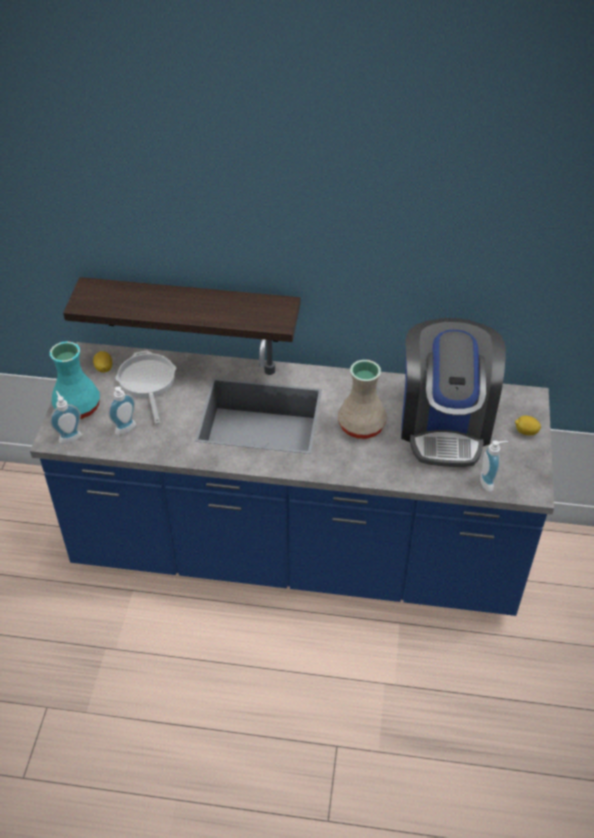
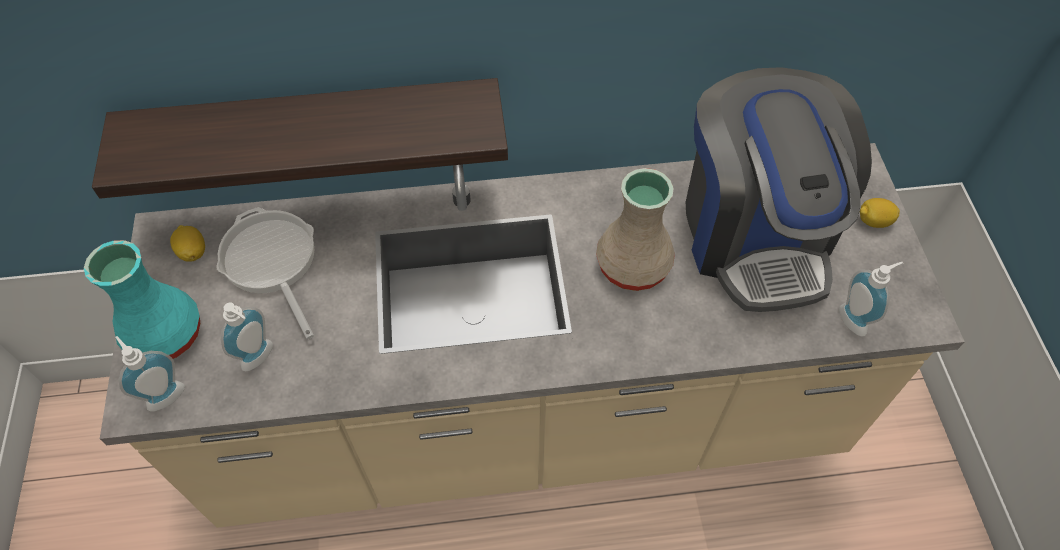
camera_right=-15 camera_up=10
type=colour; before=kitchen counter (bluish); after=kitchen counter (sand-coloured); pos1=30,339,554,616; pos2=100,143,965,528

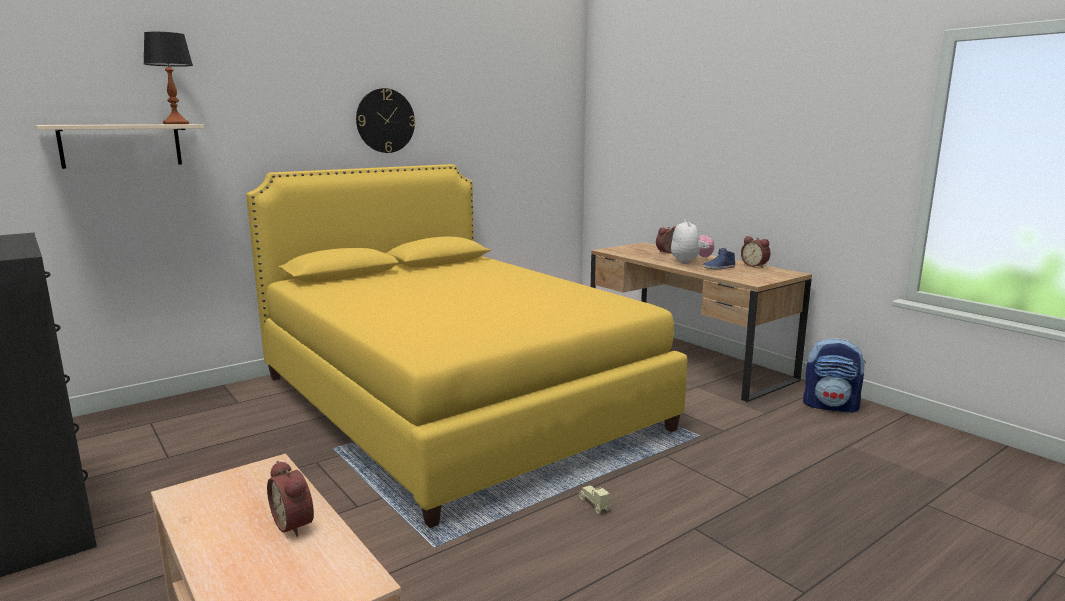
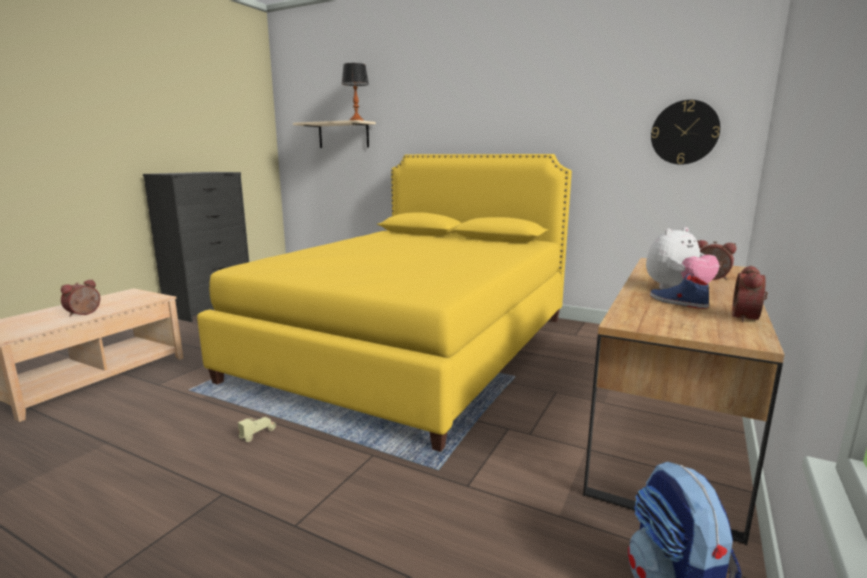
camera_right=65 camera_up=0
type=relocated; before=clock on the wall; pos1=356,88,416,153; pos2=651,100,720,165

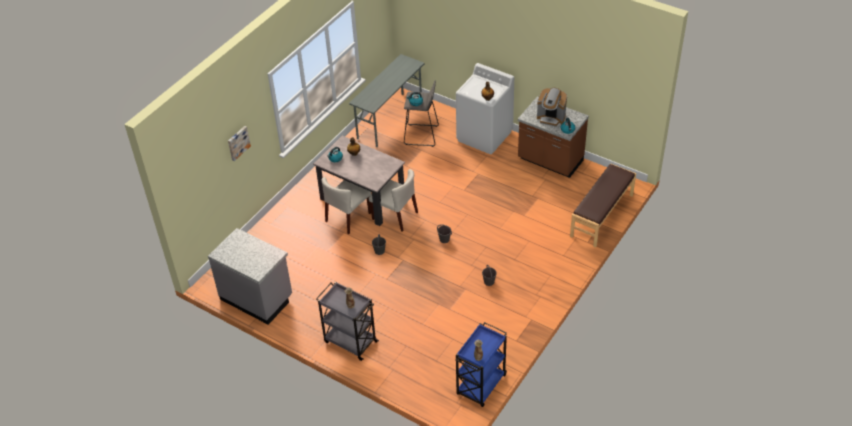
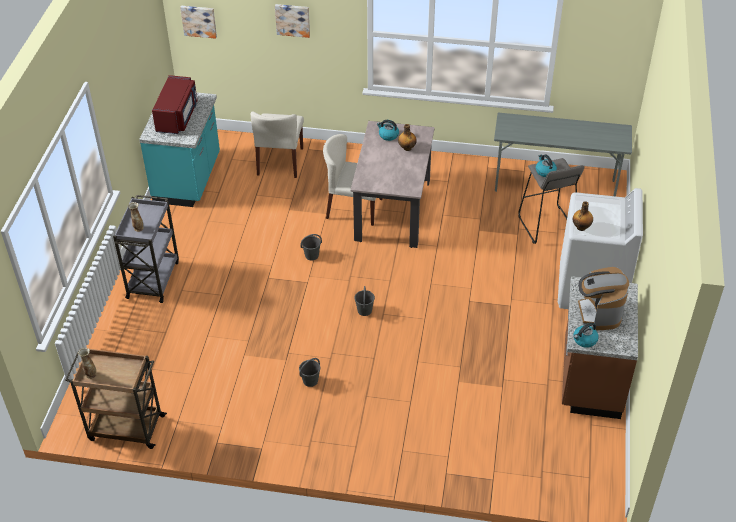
camera_right=65 camera_up=0
type=colour; before=wheeled cart (bluish); after=wheeled cart (brownish); pos1=455,322,507,407; pos2=65,349,167,449
type=colour; before=kitchen counter (greyish); after=kitchen counter (blue-green); pos1=208,228,292,325; pos2=139,92,220,207
type=appeared; after=microwave oven (red-coloured); pos2=152,75,198,134
type=appeared; after=picture; pos2=180,6,217,39
type=relocated; before=plain chair (sand-coloured); pos1=369,169,418,232; pos2=251,112,304,178
type=missing; before=indoor bench (brownish); pos1=570,164,636,247

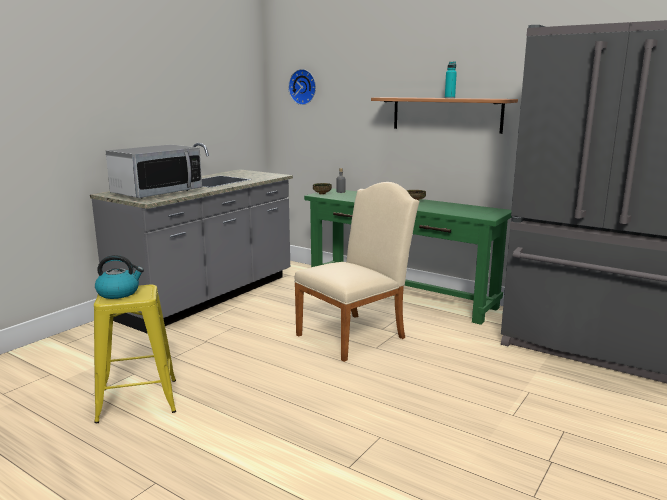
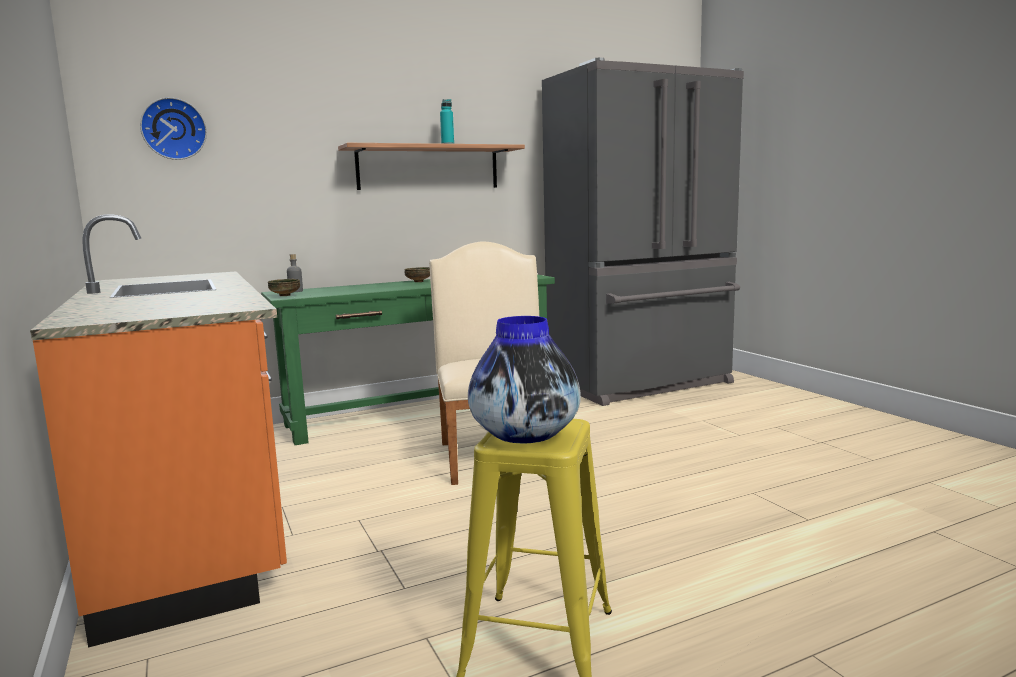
camera_right=-60 camera_up=-5
type=colour; before=kitchen counter (greyish); after=kitchen counter (orange-coloured); pos1=90,143,293,334; pos2=30,215,287,648
type=exchanged; before=kettle; after=vase; pos1=95,255,144,299; pos2=468,316,581,443
type=missing; before=microwave oven; pos1=105,144,202,199

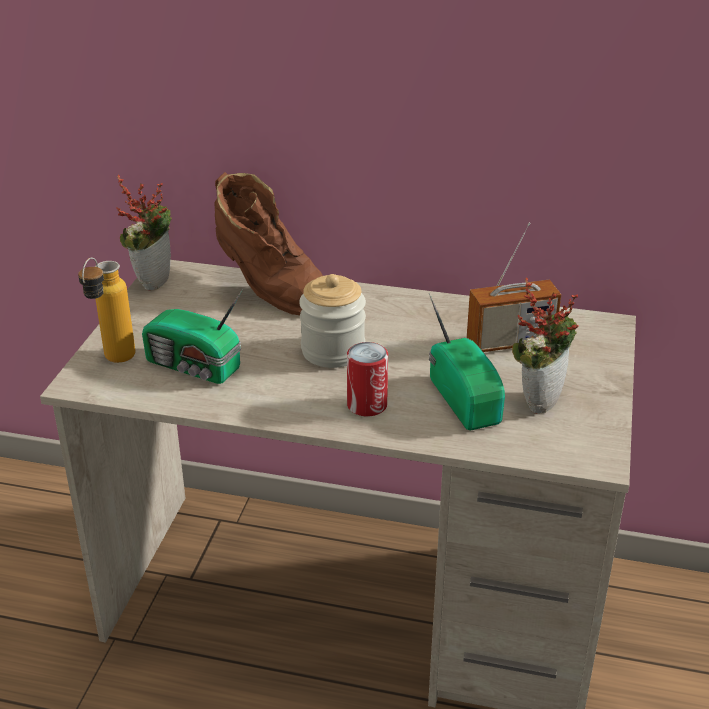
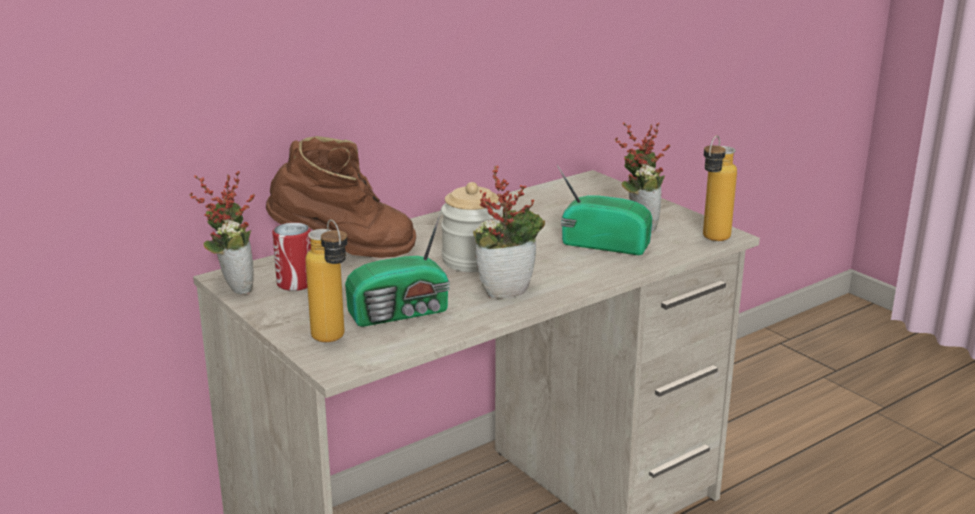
camera_right=-50 camera_up=-10
type=relocated; before=can; pos1=347,342,388,416; pos2=272,222,311,291
type=appeared; after=houseplant; pos2=473,165,545,299
type=appeared; after=drink bottle; pos2=703,135,737,241
type=missing; before=radio receiver; pos1=467,222,561,352

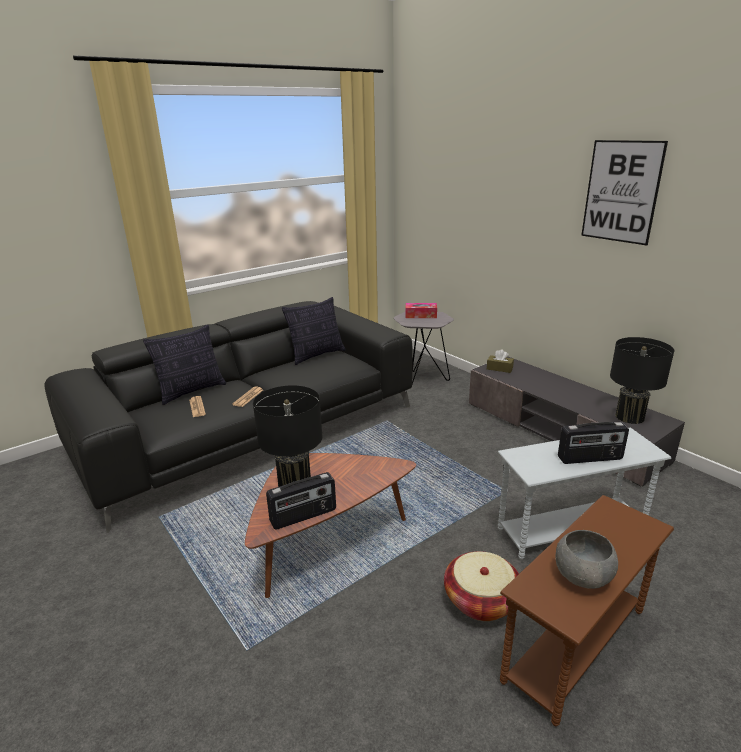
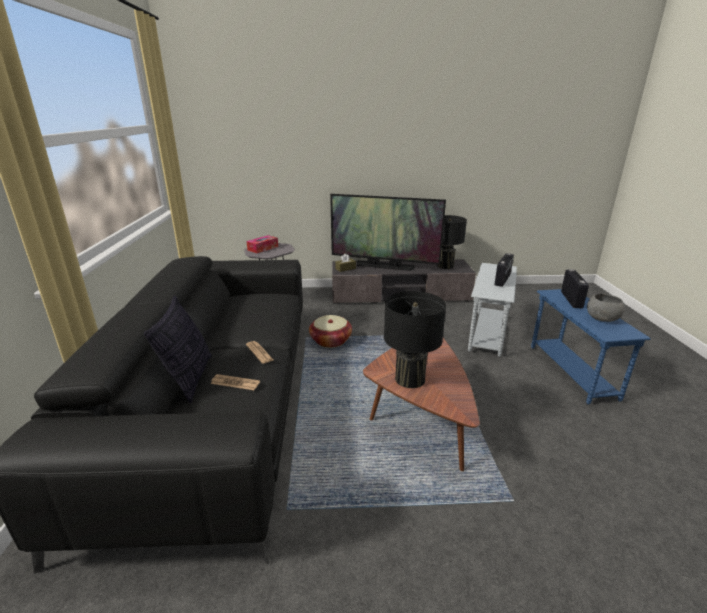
camera_right=-55 camera_up=0
type=relocated; before=household basket; pos1=444,551,519,621; pos2=309,315,352,348
type=appeared; after=TV set; pos2=330,194,446,271
type=colour; before=side table (brownish); after=side table (bluish); pos1=500,495,674,726; pos2=531,289,650,405
type=relocated; before=radio receiver; pos1=266,472,336,530; pos2=561,269,589,309
type=missing; before=throw pillow; pos1=282,297,346,365
type=missing; before=picture; pos1=581,140,668,245

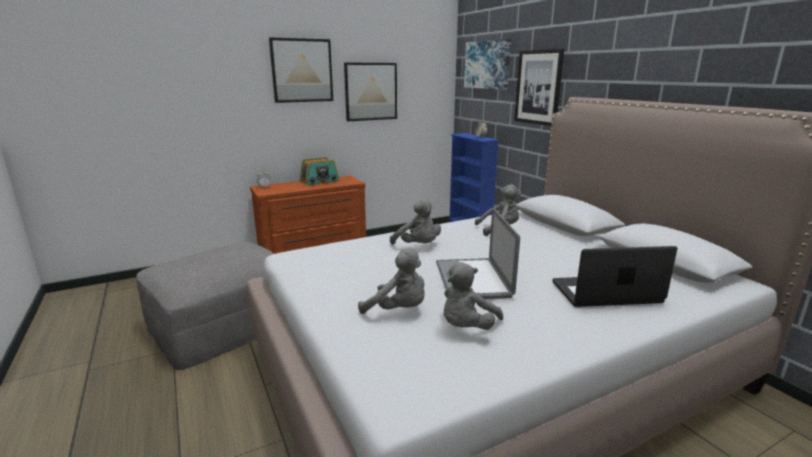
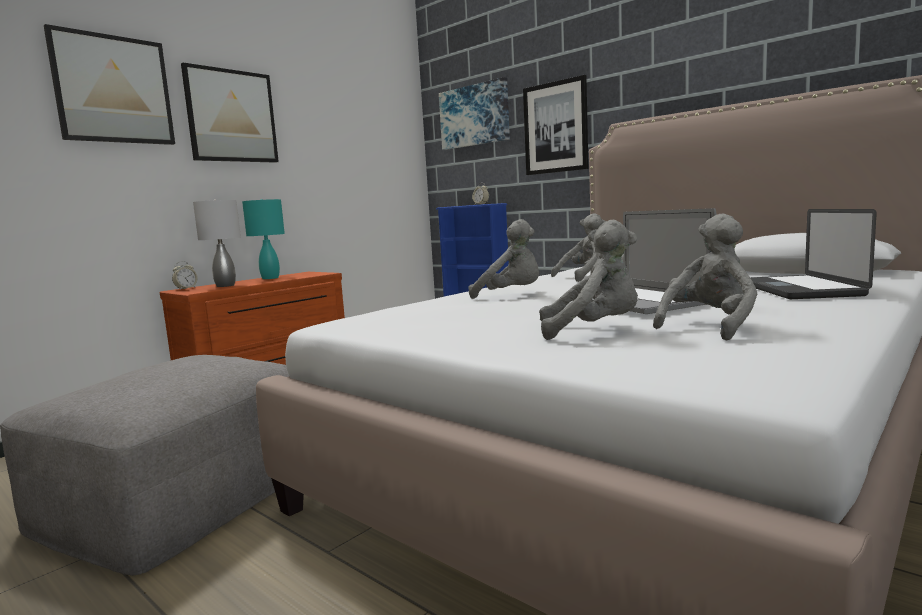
camera_right=-20 camera_up=-10
type=relocated; before=picture; pos1=344,63,397,121; pos2=44,24,175,145
type=appeared; after=table lamp (greyish); pos2=193,200,241,287
type=exchanged; before=radio receiver; after=table lamp (blue-green); pos1=299,157,340,186; pos2=242,199,285,279
type=spun; before=soft toy (greyish); pos1=444,262,503,330; pos2=653,214,757,341; turn=-150
type=spun; before=laptop; pos1=553,246,677,307; pos2=751,209,877,299; turn=-60

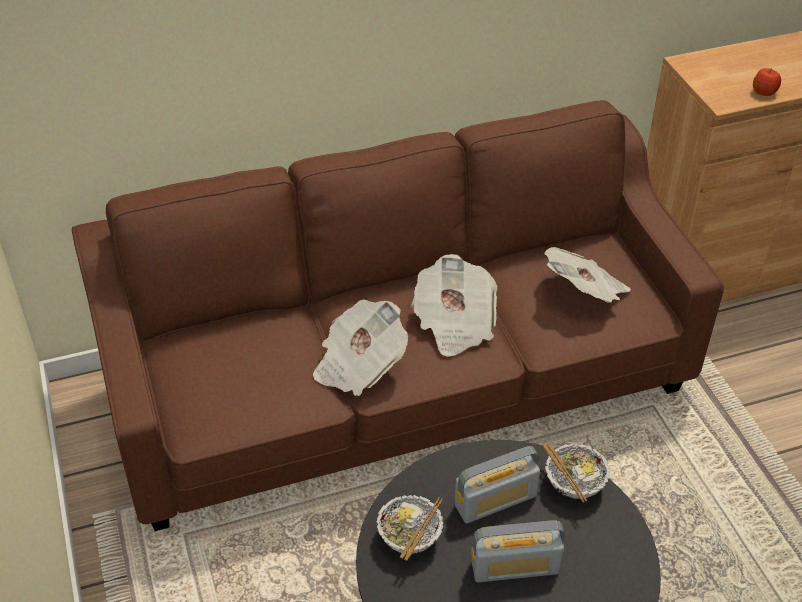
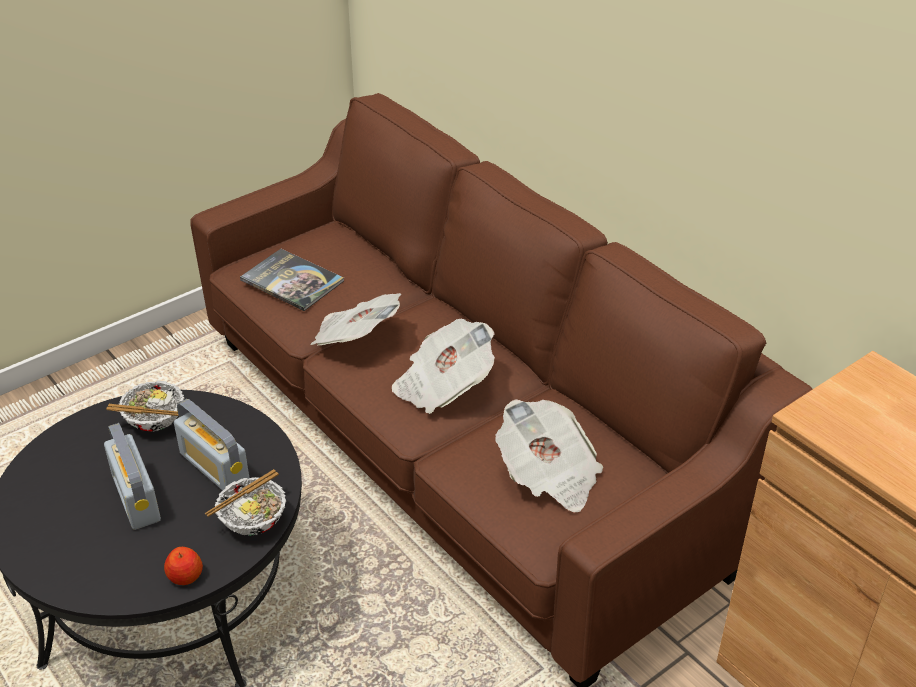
camera_right=70 camera_up=-5
type=relocated; before=apple fruit; pos1=753,68,781,96; pos2=164,547,203,585
type=appeared; after=volume; pos2=240,249,344,311

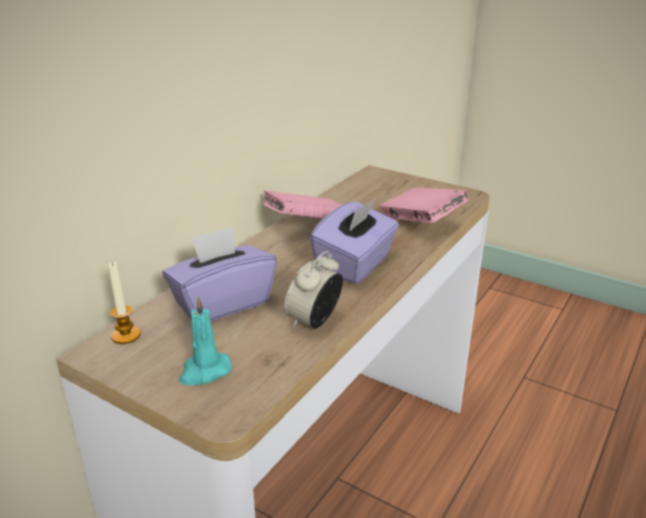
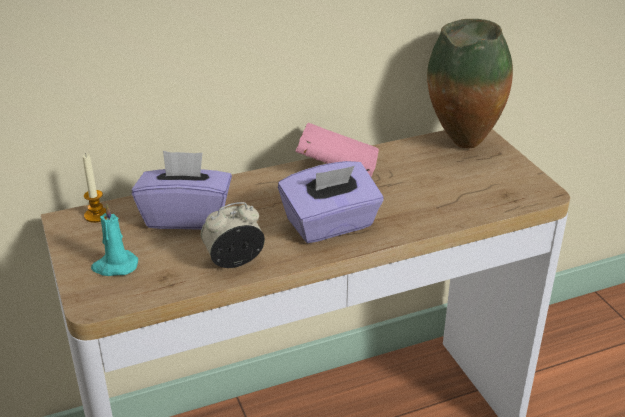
camera_right=35 camera_up=5
type=appeared; after=vase; pos2=427,19,513,149
type=missing; before=volume (pinkish); pos1=380,187,469,224

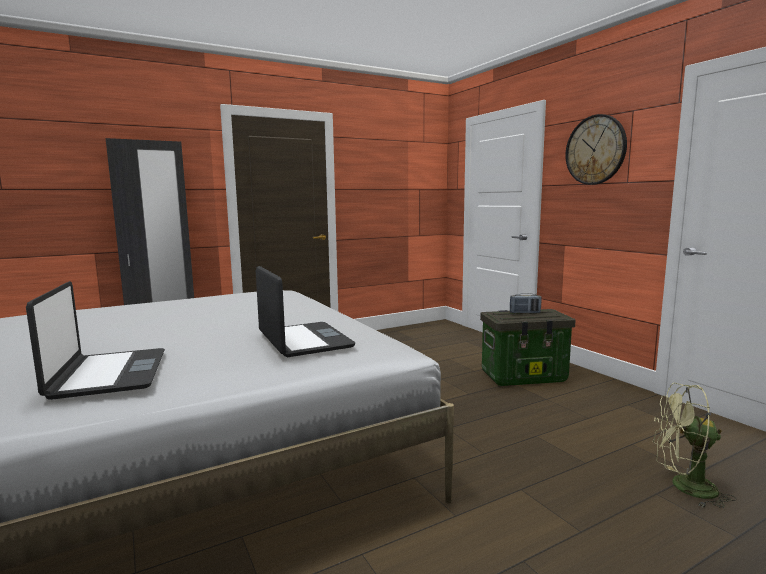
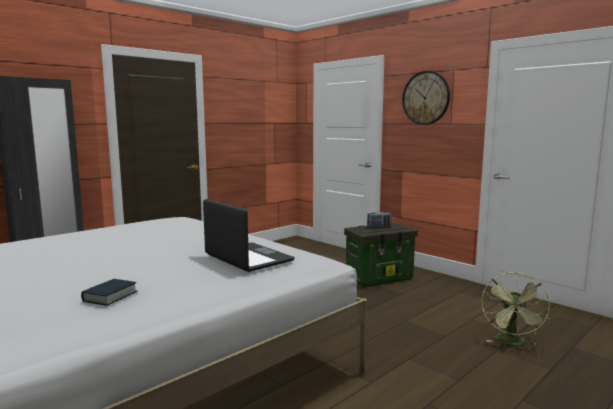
camera_right=-15 camera_up=0
type=exchanged; before=laptop; after=volume; pos1=26,281,165,400; pos2=81,279,138,306
type=spun; before=fan (greenish); pos1=653,383,737,508; pos2=481,272,551,346; turn=-75

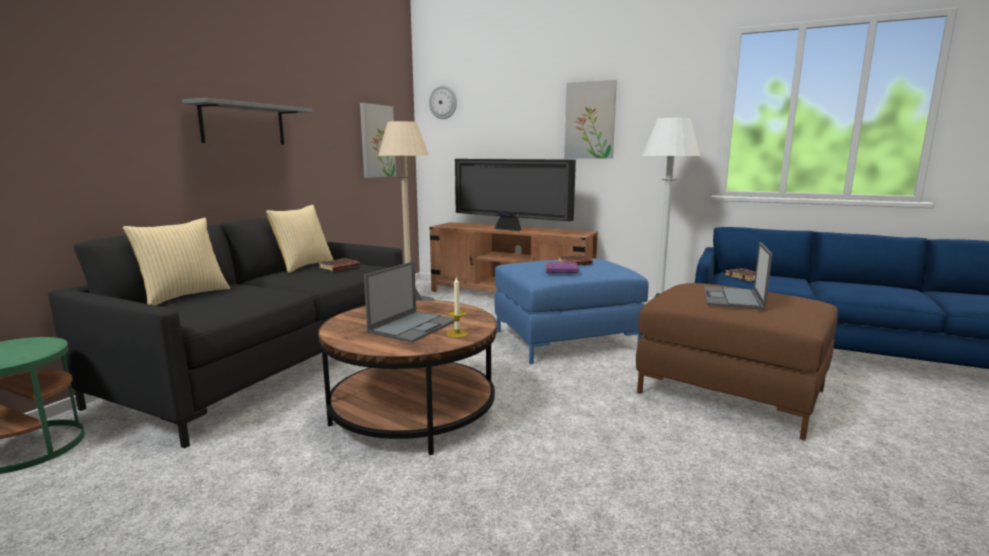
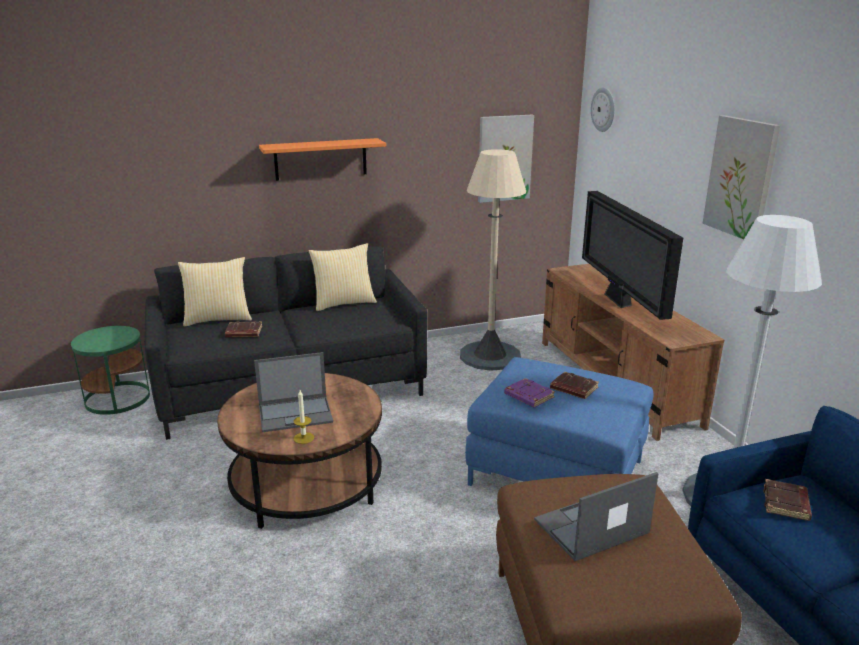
camera_right=45 camera_up=10
type=relocated; before=volume (brownish); pos1=319,258,360,271; pos2=225,321,262,337
type=colour; before=bracket shelf (greyish); after=bracket shelf (orange-coloured); pos1=182,98,312,145; pos2=259,138,386,181

